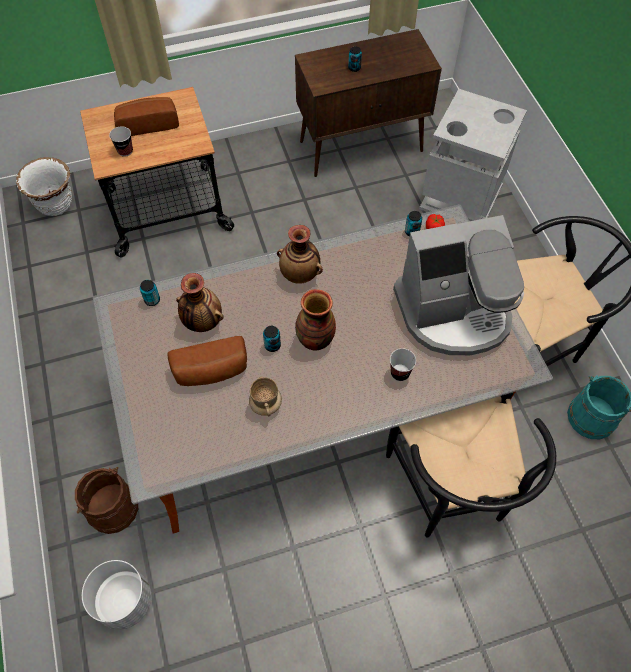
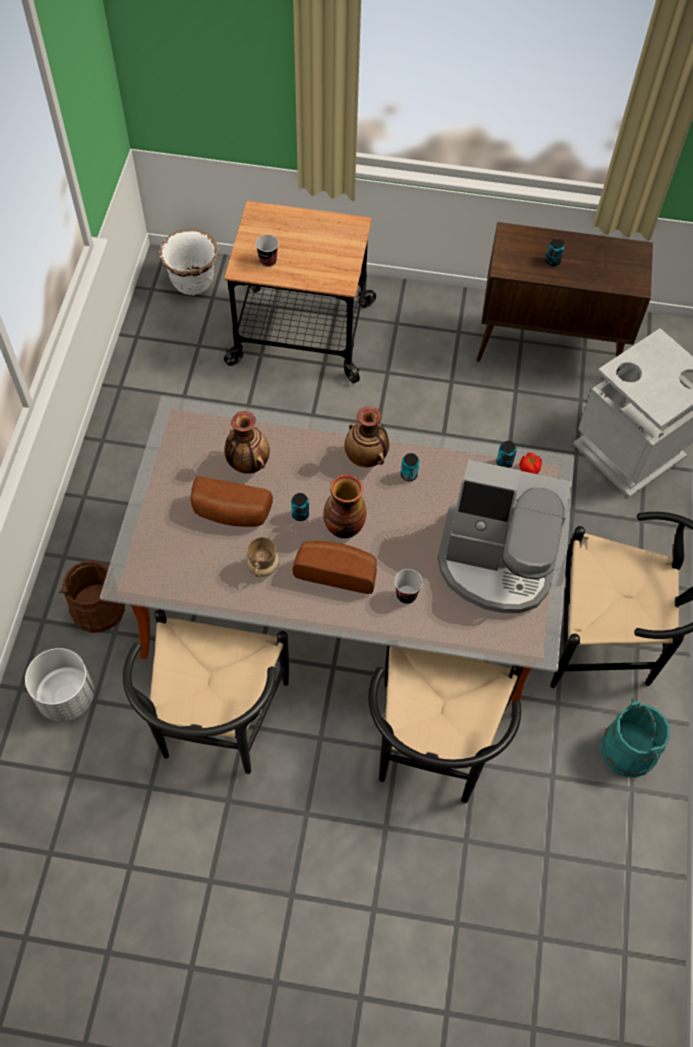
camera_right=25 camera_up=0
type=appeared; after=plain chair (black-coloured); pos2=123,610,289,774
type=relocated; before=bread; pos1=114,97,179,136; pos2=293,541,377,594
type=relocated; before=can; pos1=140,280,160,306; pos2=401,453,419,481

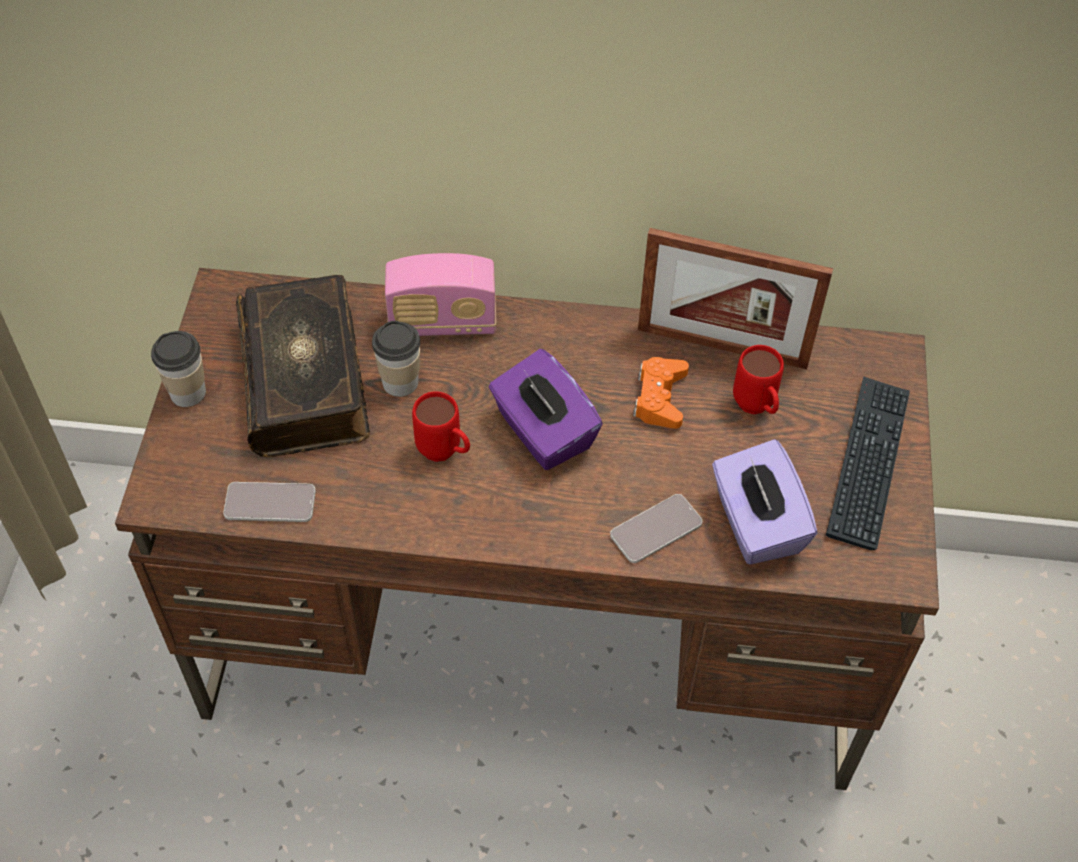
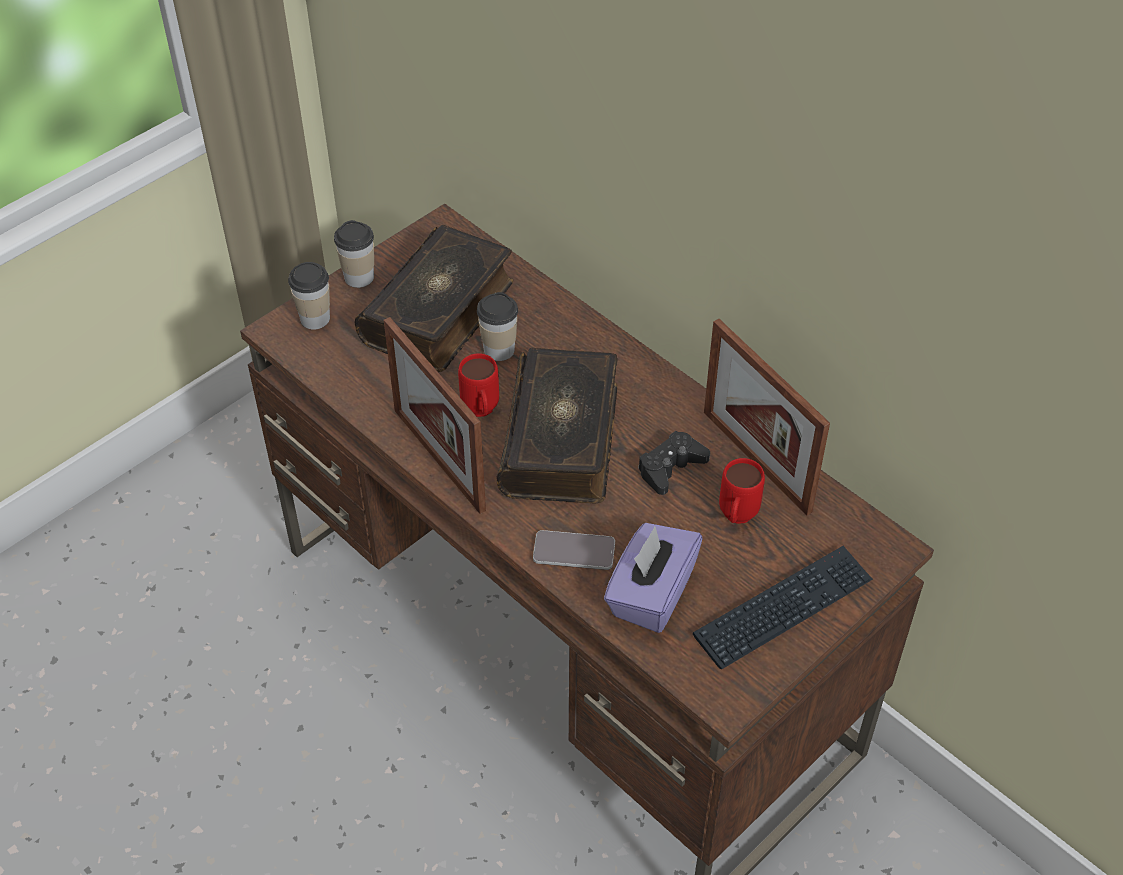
camera_right=40 camera_up=-5
type=appeared; after=cup; pos2=288,262,330,330
type=appeared; after=photo frame; pos2=384,317,486,514
type=exchanged; before=tissue holder (purple-coloured); after=volume; pos1=489,349,603,470; pos2=496,348,618,504
type=colour; before=gamepad (orange-coloured); after=gamepad (black-coloured); pos1=633,357,689,429; pos2=638,431,710,495
type=missing; before=phone; pos1=223,482,316,522
type=missing; before=radio receiver; pos1=385,253,496,336

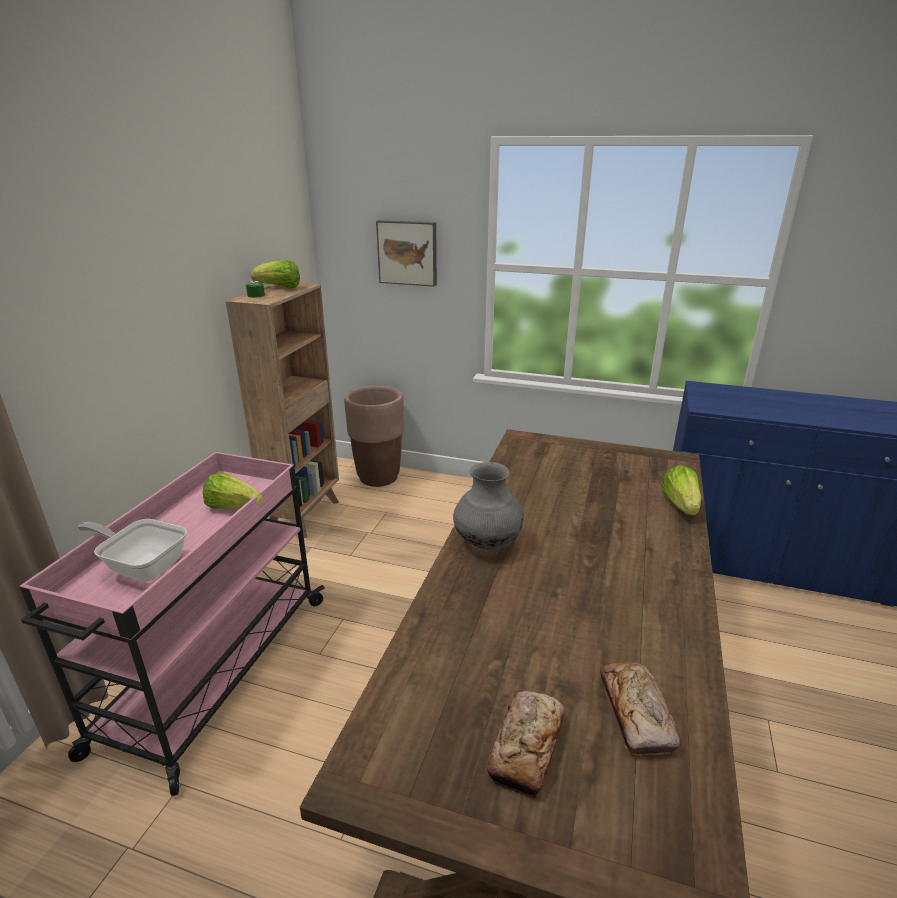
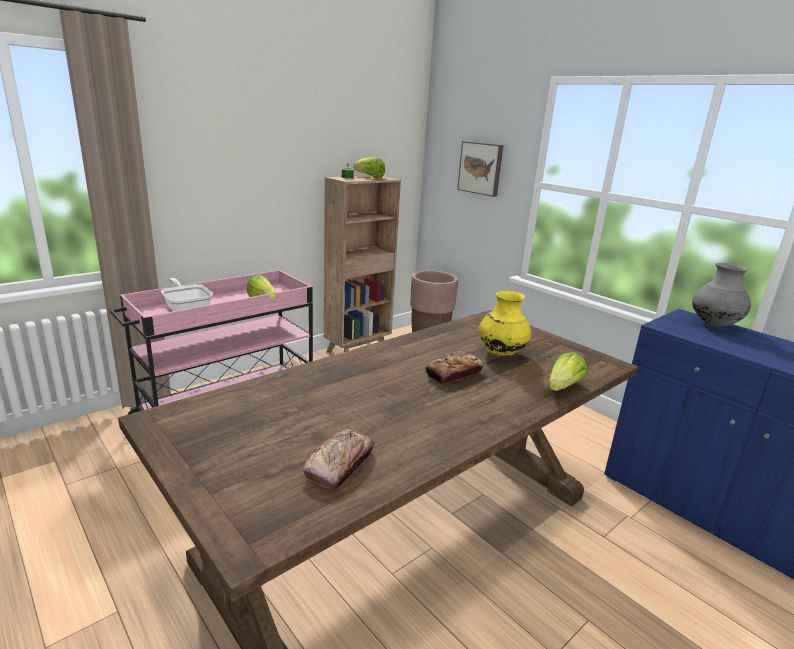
camera_right=30 camera_up=-5
type=relocated; before=bread; pos1=487,691,565,799; pos2=425,351,483,385
type=appeared; after=vase (yellow-coloured); pos2=479,291,531,356
type=relocated; before=vase (greyish); pos1=453,462,524,550; pos2=692,263,751,327

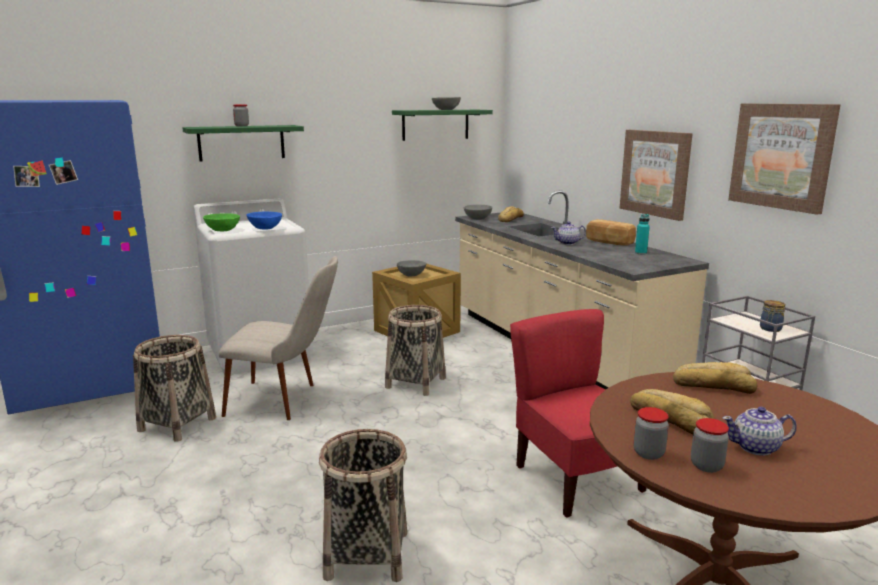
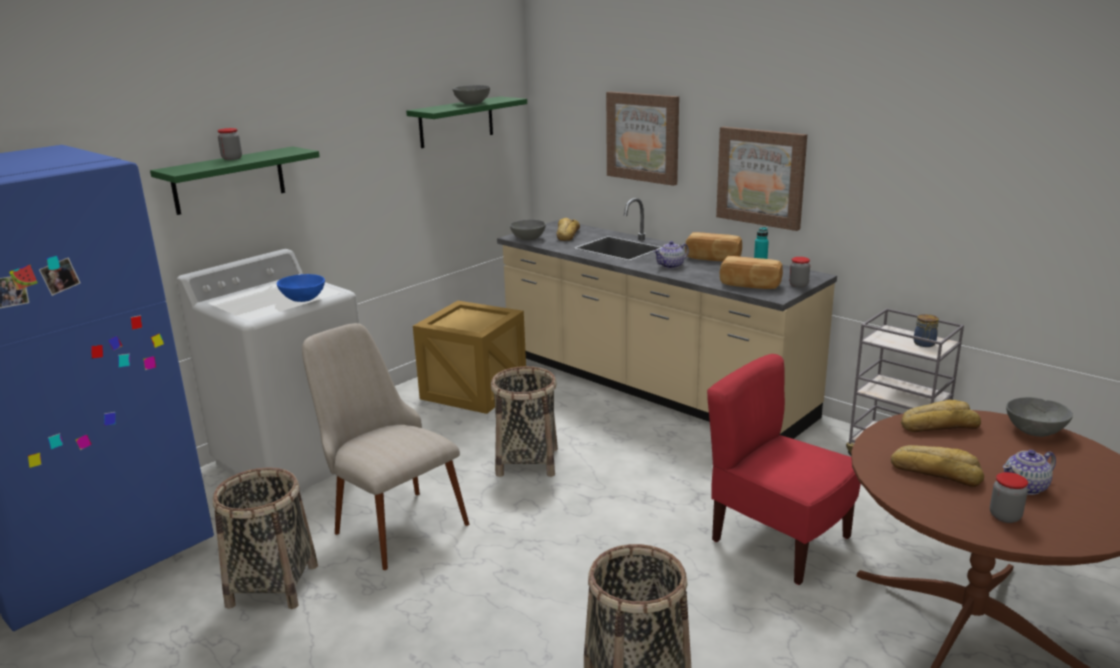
camera_right=-20 camera_up=5
type=spun; before=plain chair (sand-coloured); pos1=219,256,338,420; pos2=302,323,469,570; turn=-120
type=relocated; before=picture; pos1=728,103,840,215; pos2=606,91,679,186
type=appeared; after=bread; pos2=720,256,783,289
type=relocated; before=jar; pos1=634,407,669,460; pos2=789,257,810,288
type=relocated; before=bowl (greyish); pos1=397,260,426,276; pos2=1006,397,1073,437
type=missing; before=bowl (greenish); pos1=203,213,240,231

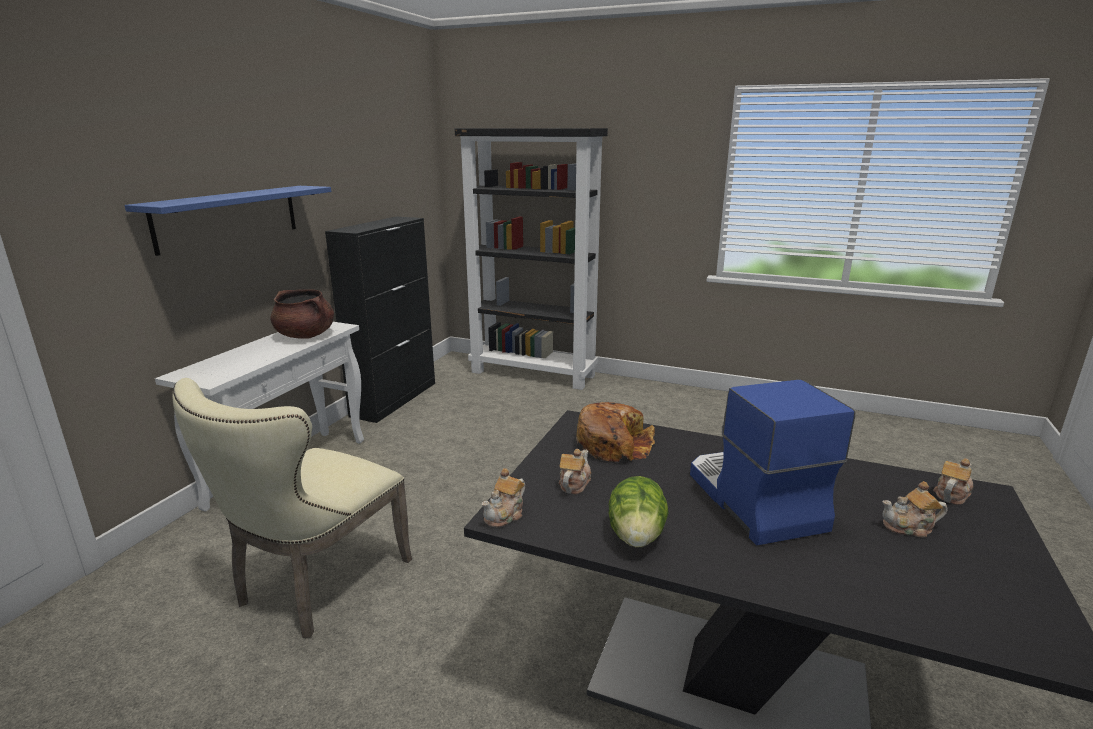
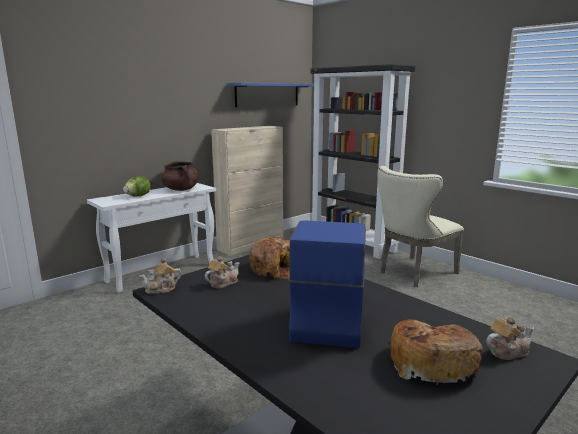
camera_right=25 camera_up=-5
type=relocated; before=head of lettuce; pos1=608,476,669,548; pos2=123,176,151,196
type=colour; before=cabinet (black-coloured); after=cabinet (sand-coloured); pos1=325,217,435,423; pos2=211,126,283,256
type=relocated; before=bracket shelf (bluish); pos1=125,186,331,256; pos2=227,83,314,107
type=relocated; before=plain chair (sand-coloured); pos1=173,378,412,638; pos2=377,166,464,287
type=exchanged; before=teapot; after=bread; pos1=882,481,948,538; pos2=390,319,483,385

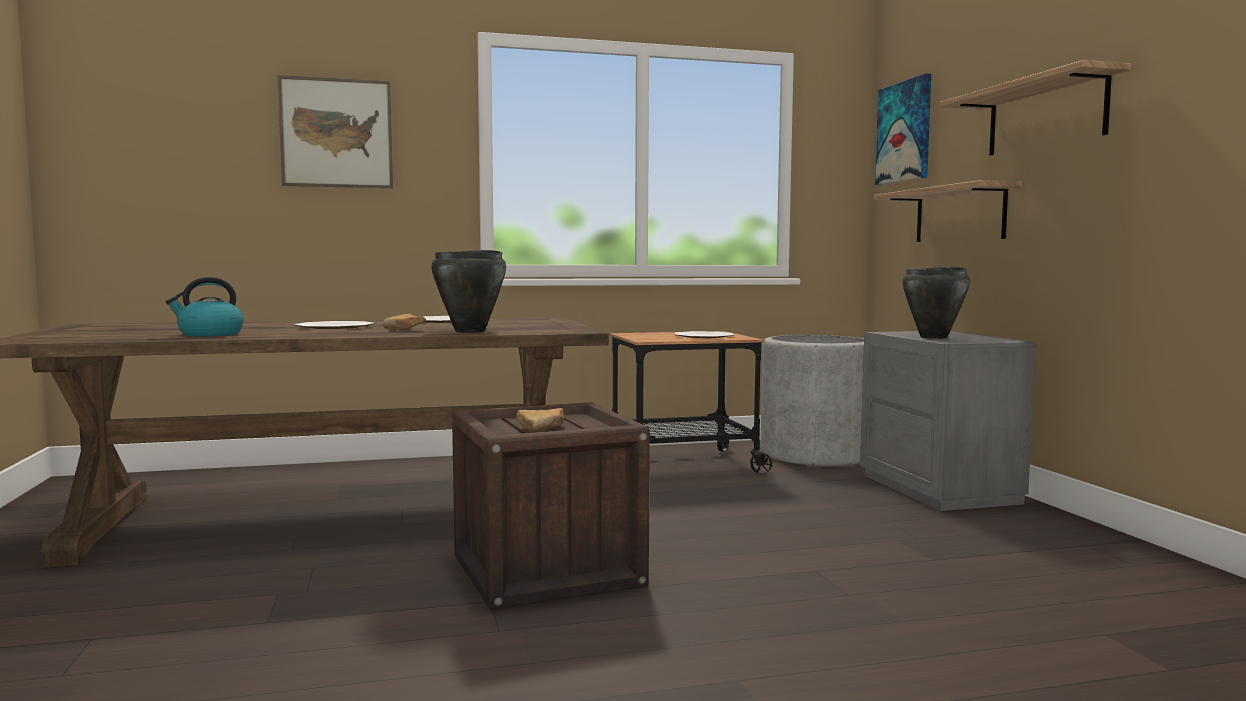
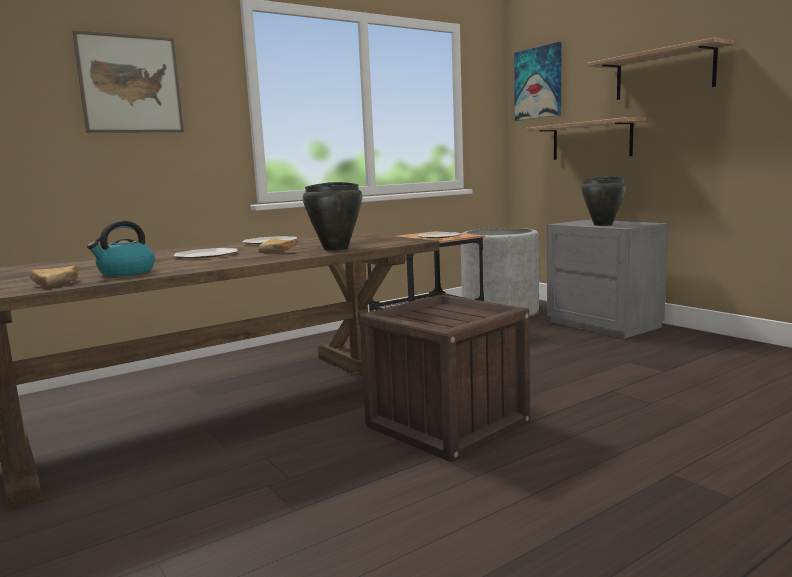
camera_right=-20 camera_up=5
type=relocated; before=bread; pos1=516,408,564,432; pos2=30,265,78,287

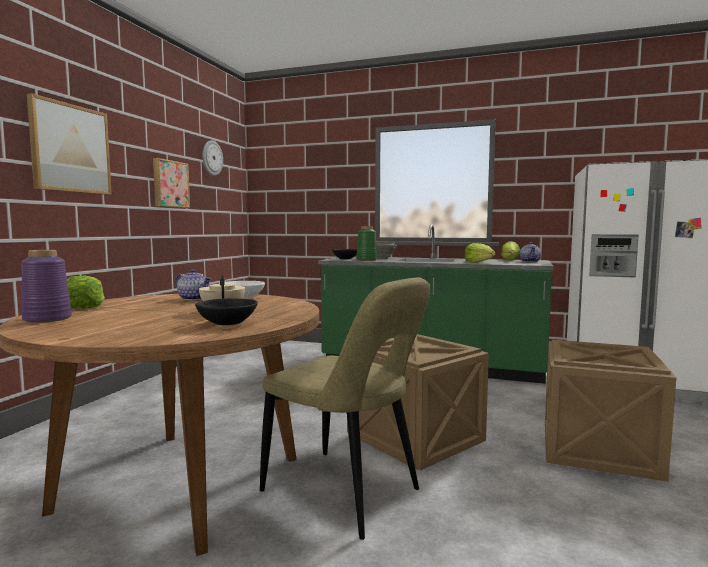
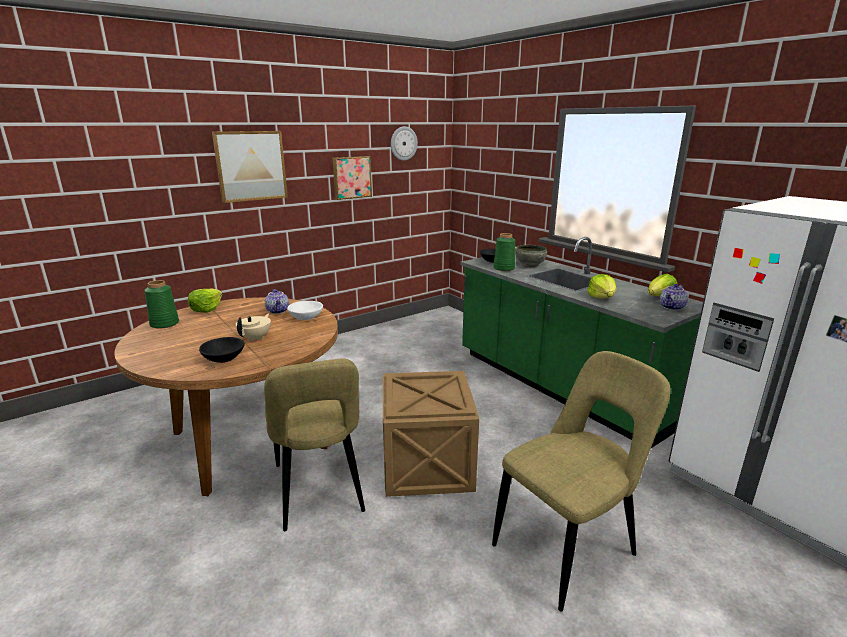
camera_right=35 camera_up=15
type=colour; before=vase (purple-coloured); after=vase (greenish); pos1=21,250,72,323; pos2=144,280,179,329
type=exchanged; before=crate; after=plain chair (sand-coloured); pos1=545,340,676,482; pos2=492,351,670,611

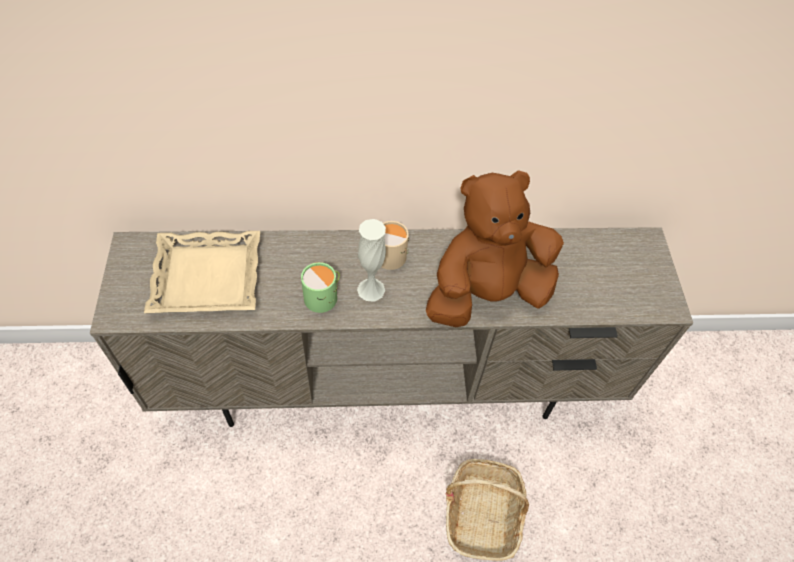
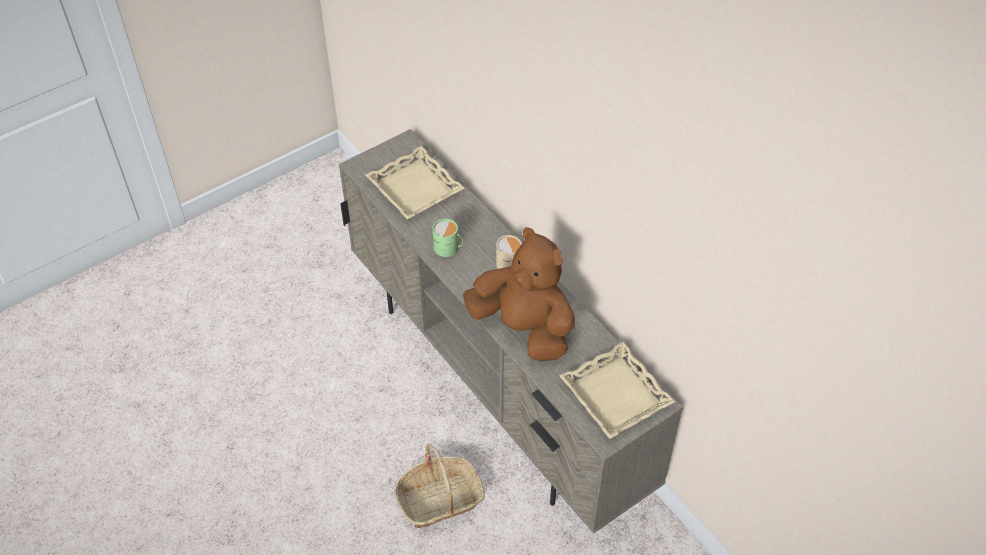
camera_right=60 camera_up=-5
type=appeared; after=serving tray (sand-coloured); pos2=559,341,676,439
type=missing; before=vase (white-coloured); pos1=357,219,386,302

